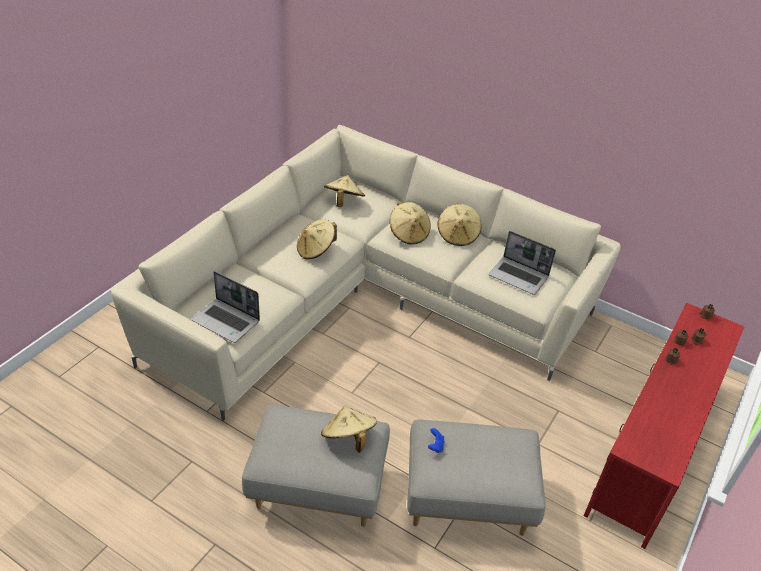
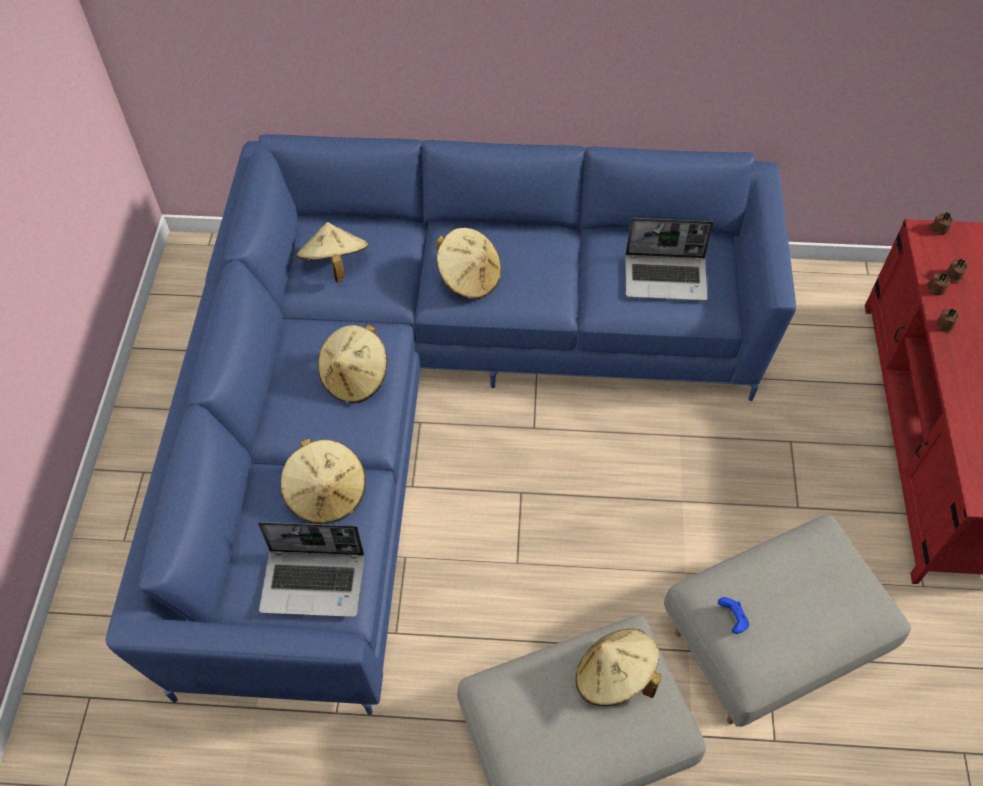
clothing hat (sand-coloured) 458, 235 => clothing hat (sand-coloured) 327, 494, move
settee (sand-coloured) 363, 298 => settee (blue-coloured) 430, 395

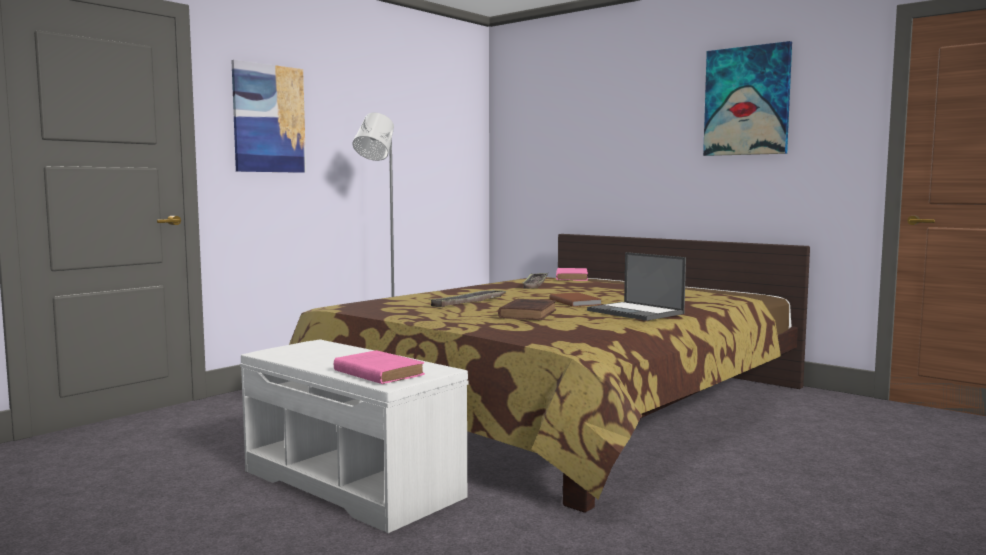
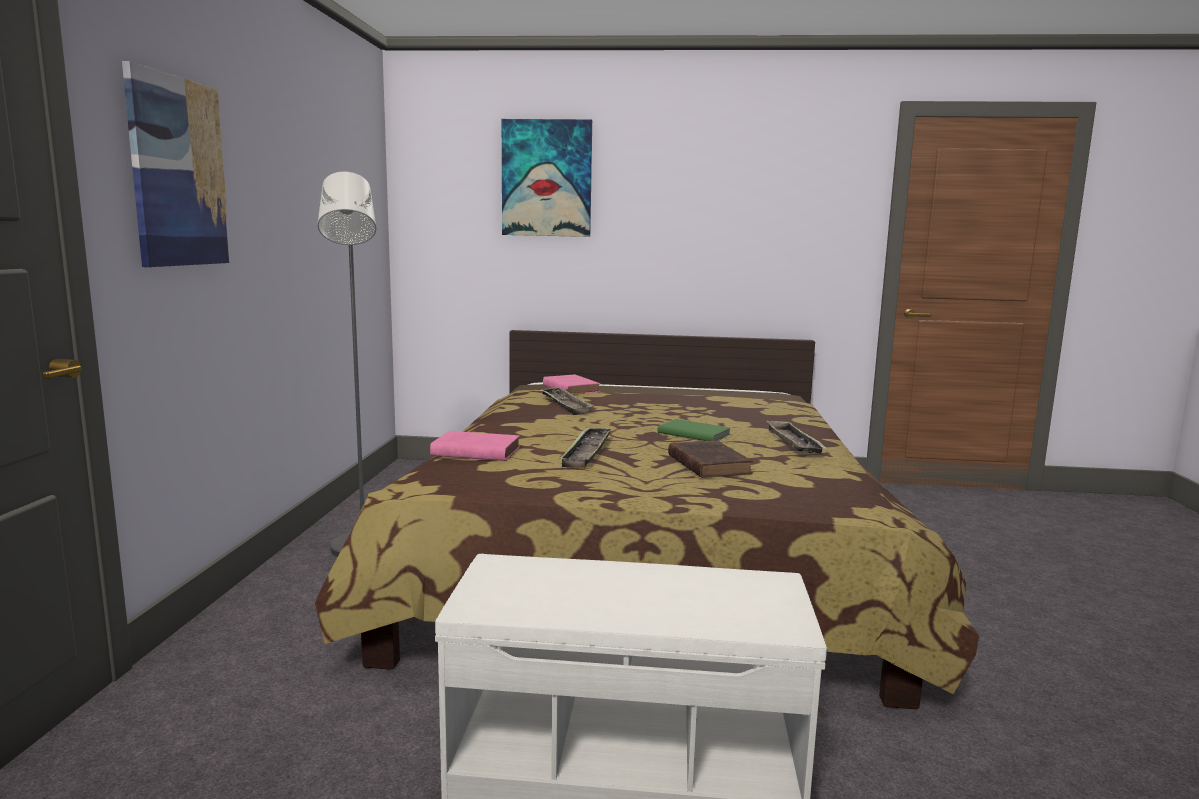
volume (pinkish) 377, 372 => volume (pinkish) 473, 451, move
wall picture 747, 101 => wall picture 547, 178, move
portable computer 636, 312 => serving tray 793, 442
volume (brownish) 576, 302 => volume (green) 694, 433

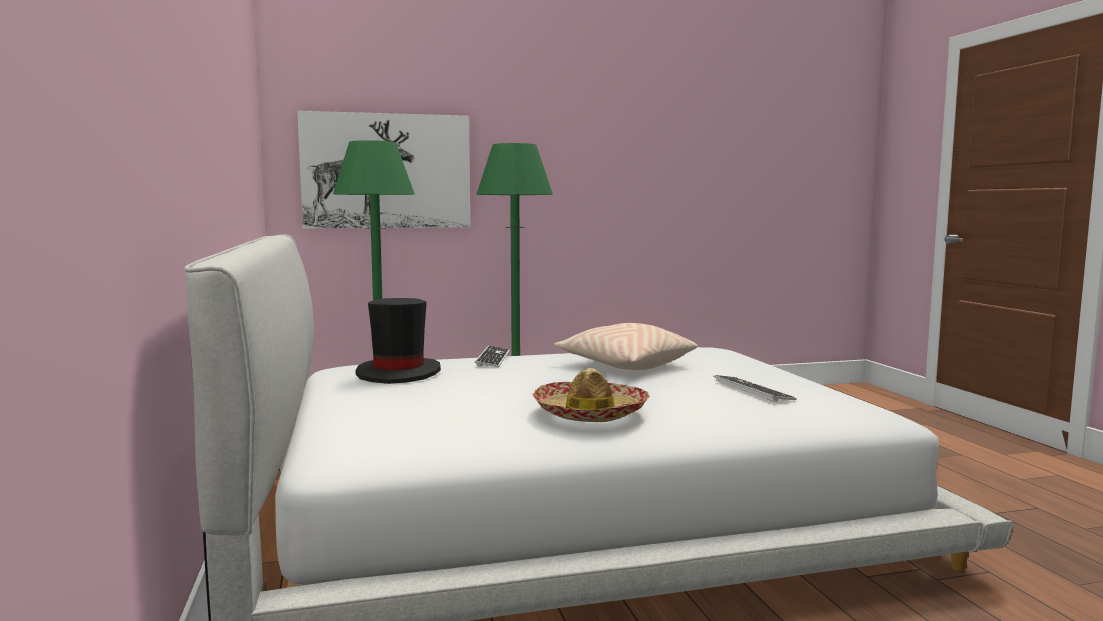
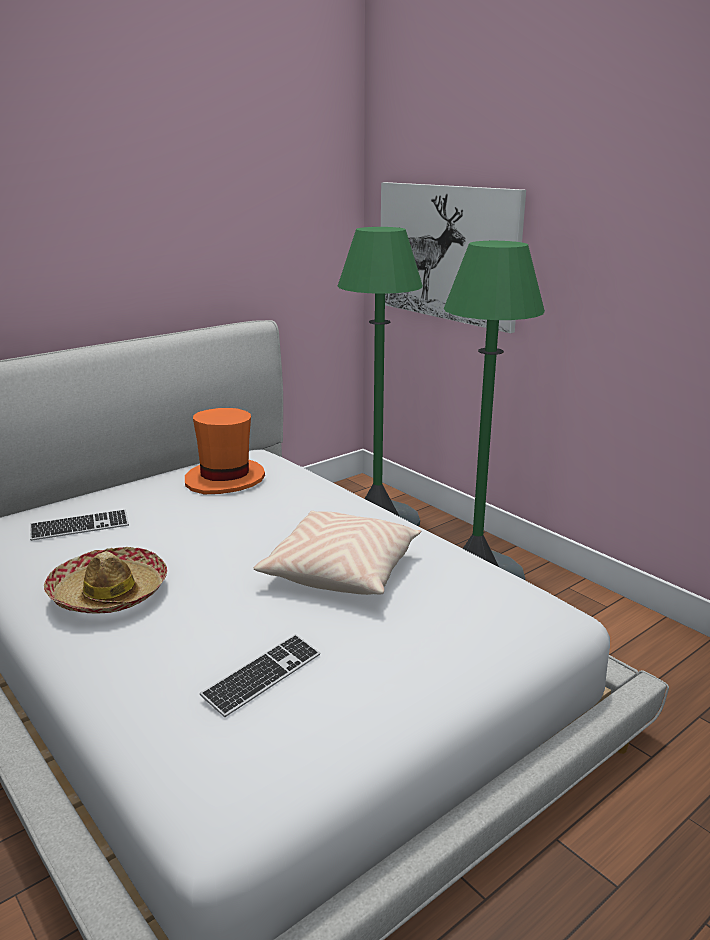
computer keyboard 493, 358 => computer keyboard 80, 527, move
clothing hat (black) 399, 373 => clothing hat (orangey) 225, 479

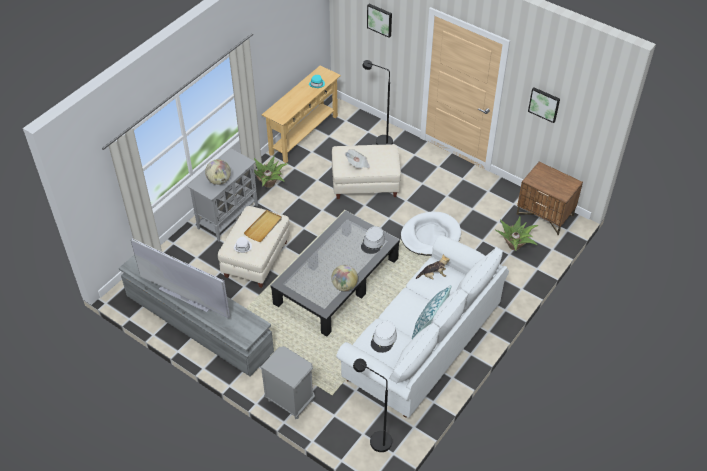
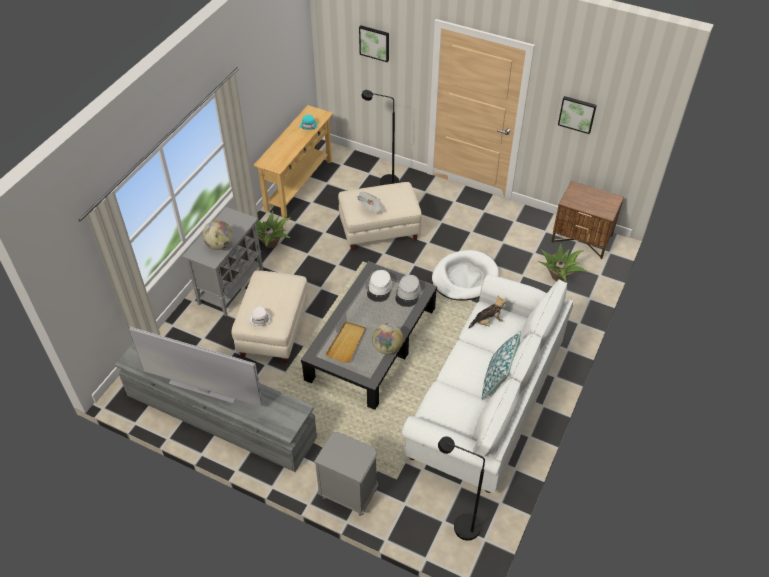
serving tray (sand-coloured) 263, 227 => serving tray (sand-coloured) 346, 343, move
clothing hat (whitish) 384, 339 => clothing hat (whitish) 379, 289, move

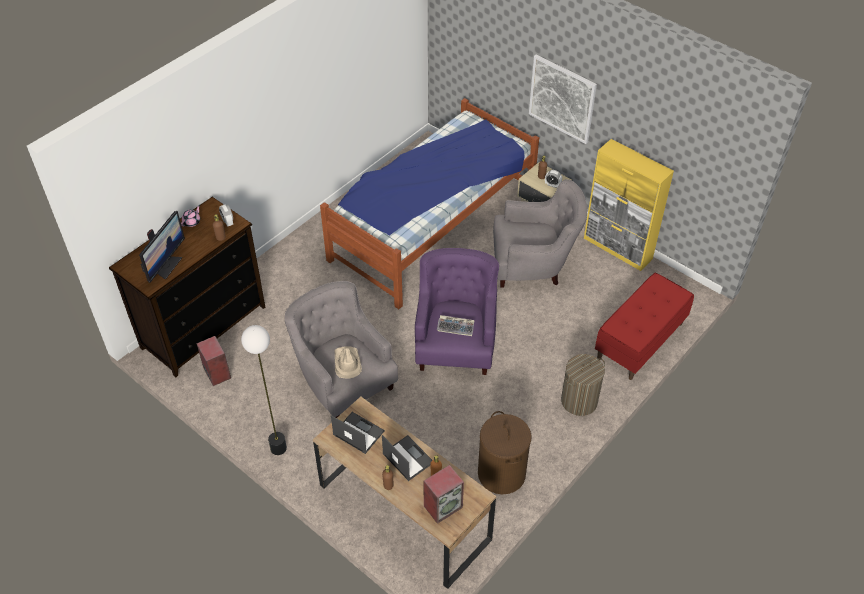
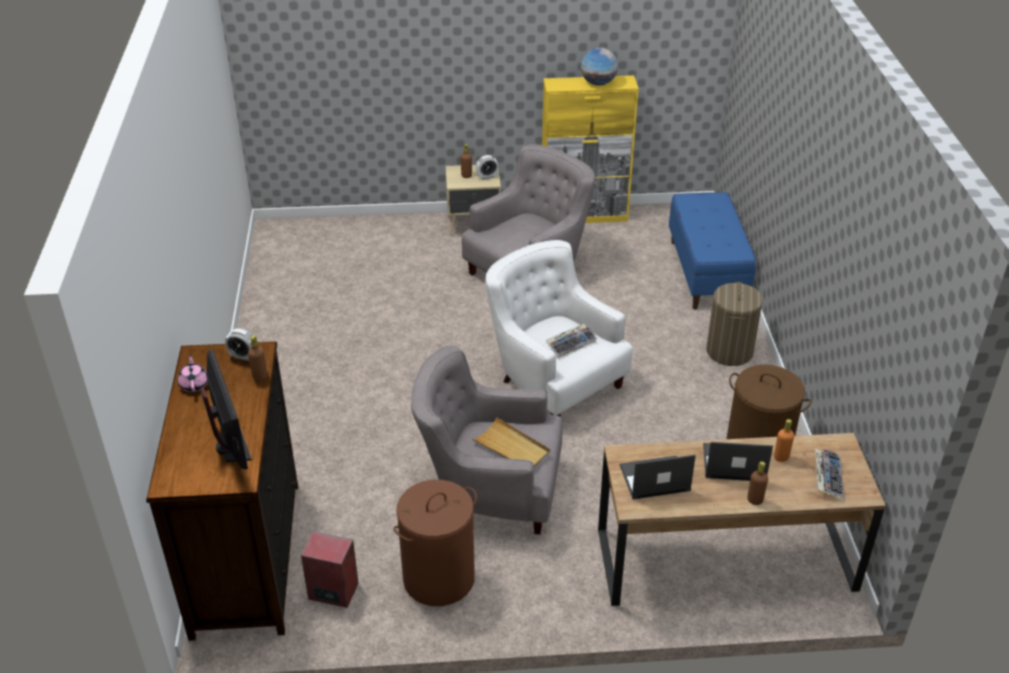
floor lamp 278, 448 => nothing
sleeping bed 432, 225 => nothing
wall picture 562, 98 => nothing
nothing => hamper (brownish) 439, 579
nothing => globe 598, 83
clothing hat (sand-coloured) 347, 363 => serving tray (sand-coloured) 512, 448
audio speaker 443, 506 => computer keyboard 827, 477
armchair (purplish) 456, 342 => armchair (whitish) 553, 379
long seat (red-coloured) 640, 341 => long seat (blue-coloured) 707, 273

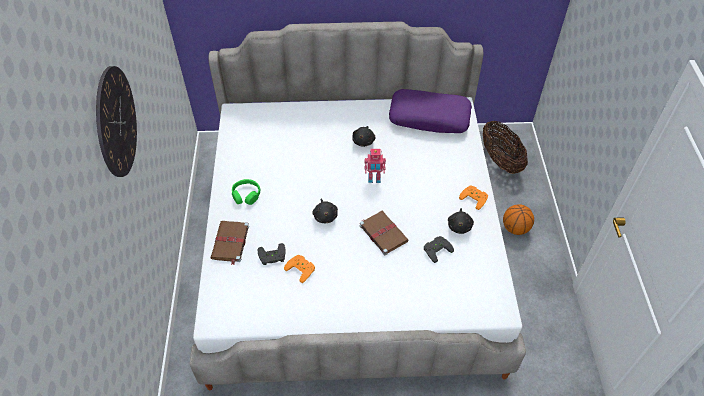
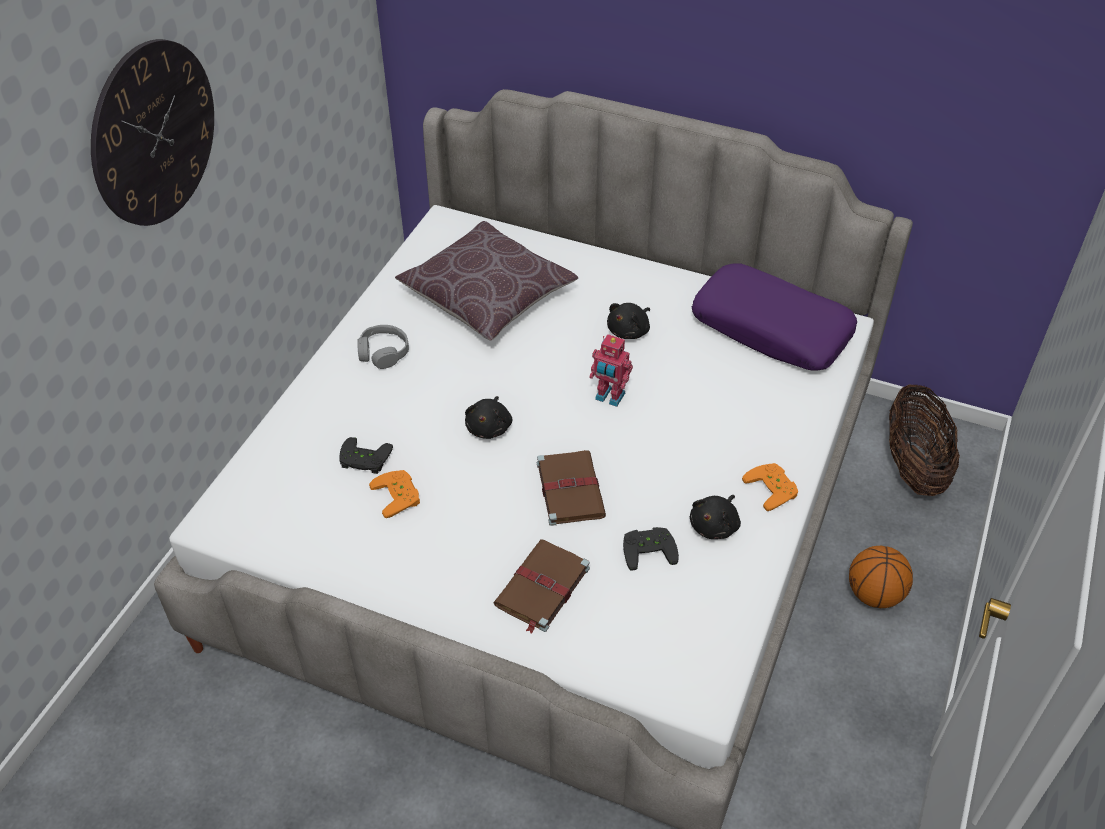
nothing => cushion (brownish) 487, 296
volume (brownish) 230, 243 => volume (brownish) 541, 588, move
pair of headphones (green) 246, 195 => pair of headphones (gray) 383, 352

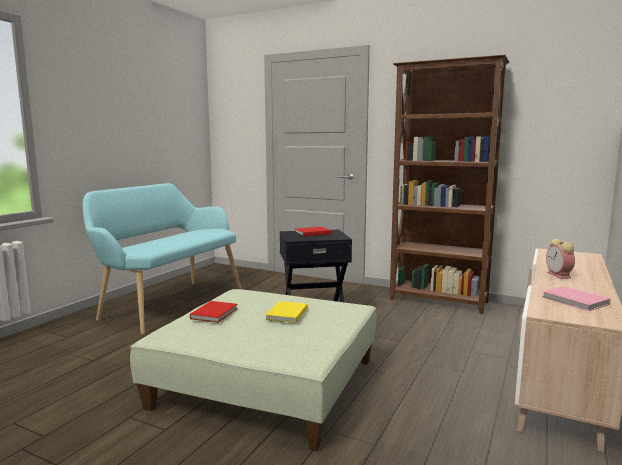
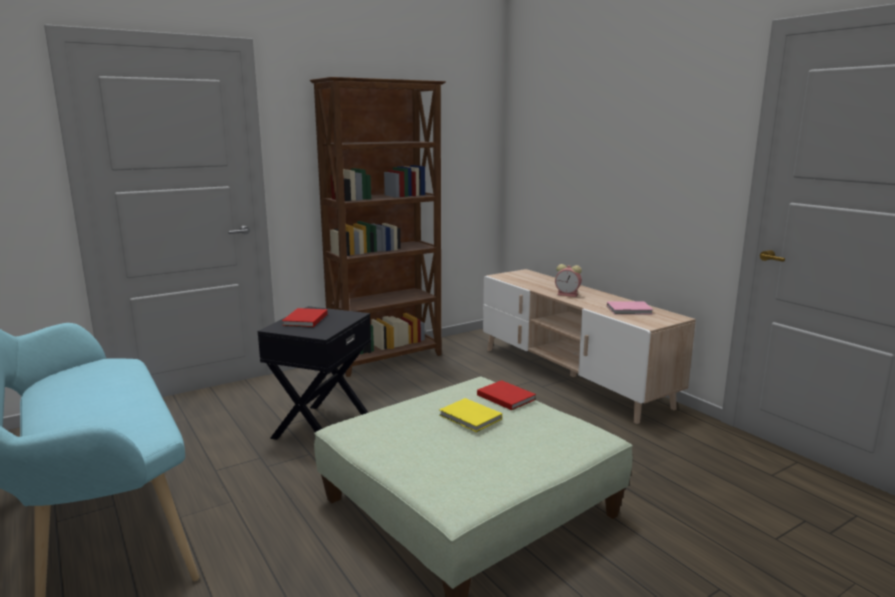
volume (red-coloured) 215, 313 => volume (red-coloured) 505, 396, move

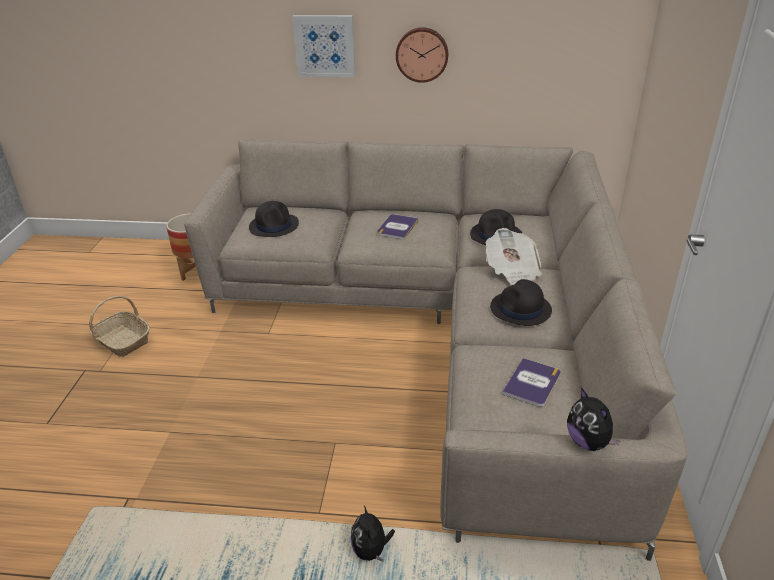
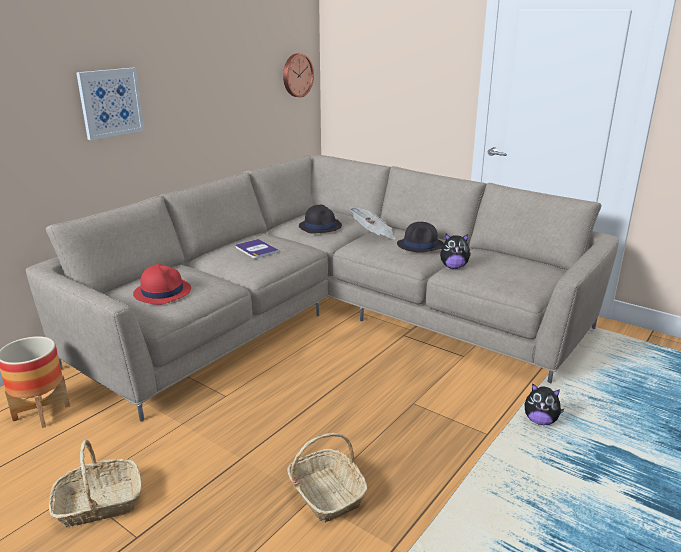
volume 532, 383 => nothing
nothing => storage basket 325, 493
wall clock 422, 54 => wall clock 296, 75, move
plush toy 588, 442 => plush toy 453, 267, move
clothing hat (black) 274, 225 => clothing hat (red-coloured) 162, 292

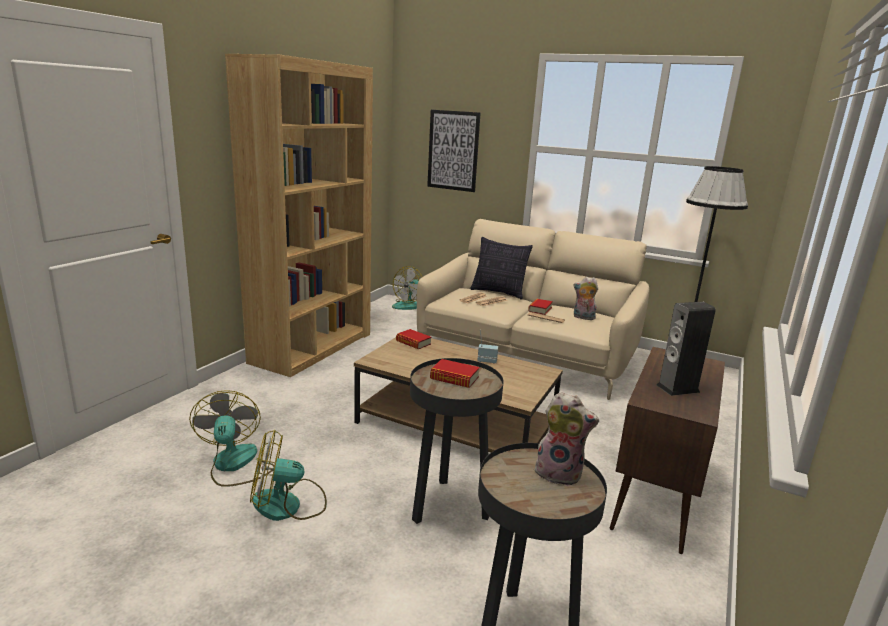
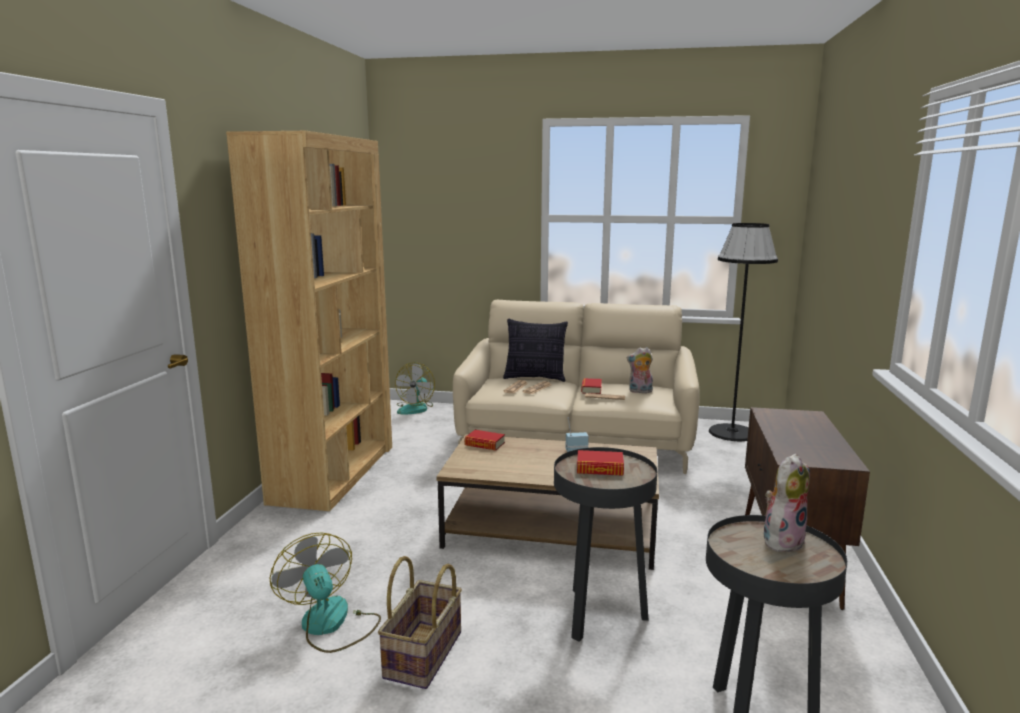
wall picture 453, 150 => nothing
audio speaker 677, 388 => nothing
fan 288, 505 => storage basket 424, 655
plush toy 560, 473 => plush toy 782, 540, 45 degrees counterclockwise

